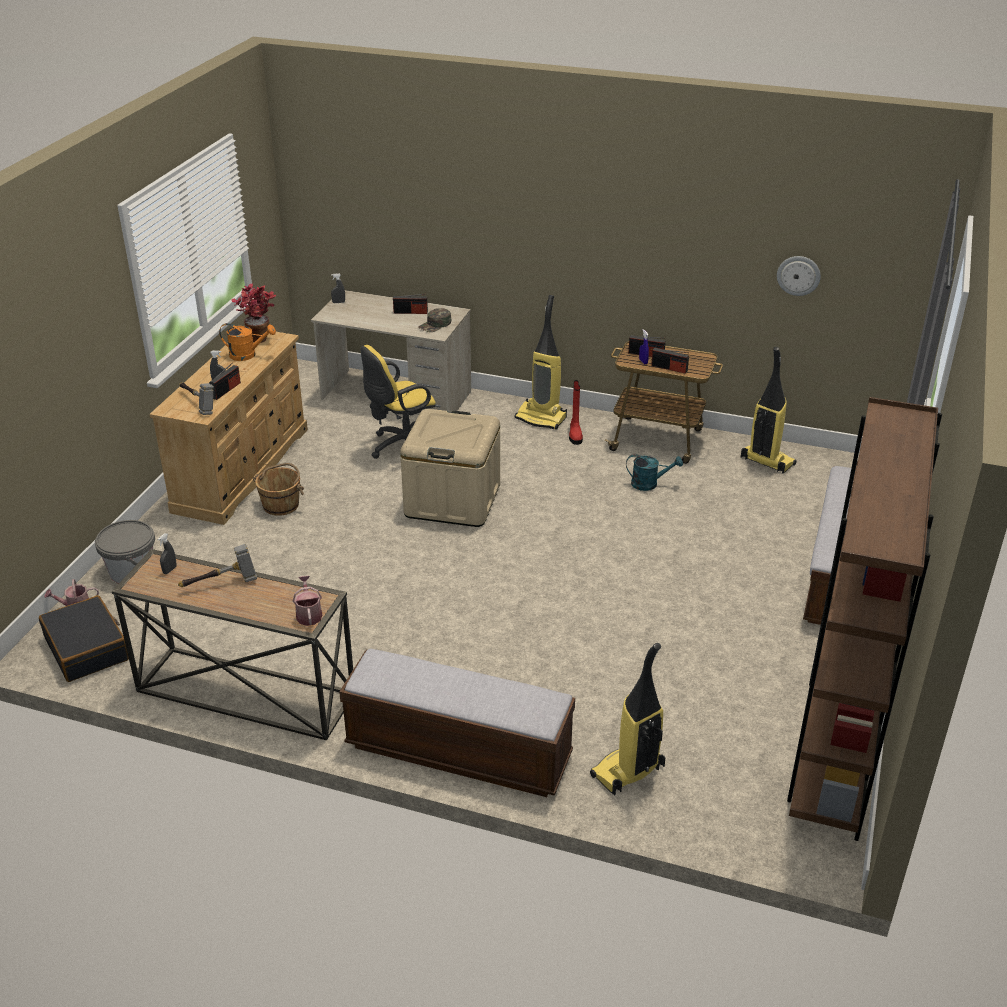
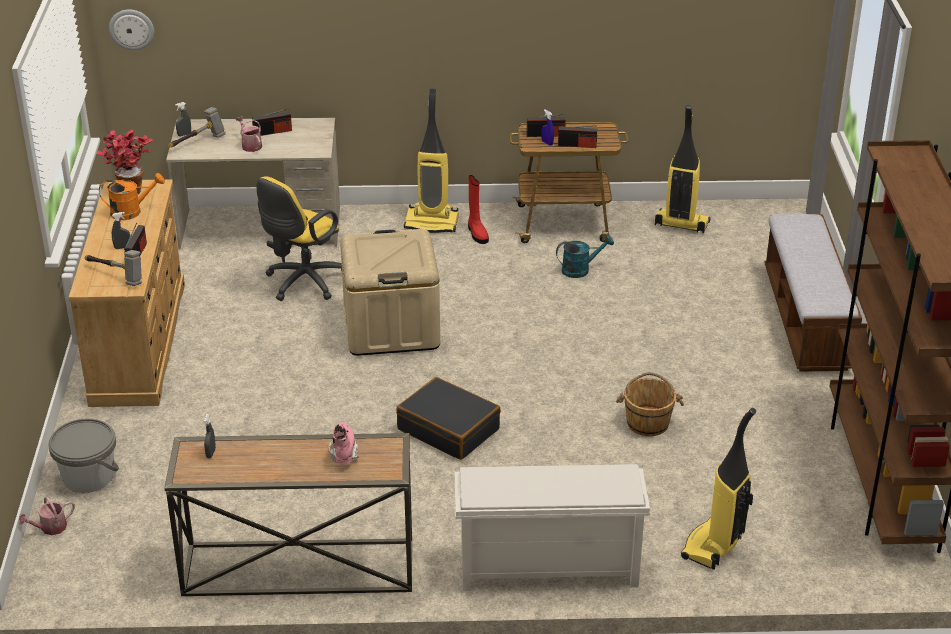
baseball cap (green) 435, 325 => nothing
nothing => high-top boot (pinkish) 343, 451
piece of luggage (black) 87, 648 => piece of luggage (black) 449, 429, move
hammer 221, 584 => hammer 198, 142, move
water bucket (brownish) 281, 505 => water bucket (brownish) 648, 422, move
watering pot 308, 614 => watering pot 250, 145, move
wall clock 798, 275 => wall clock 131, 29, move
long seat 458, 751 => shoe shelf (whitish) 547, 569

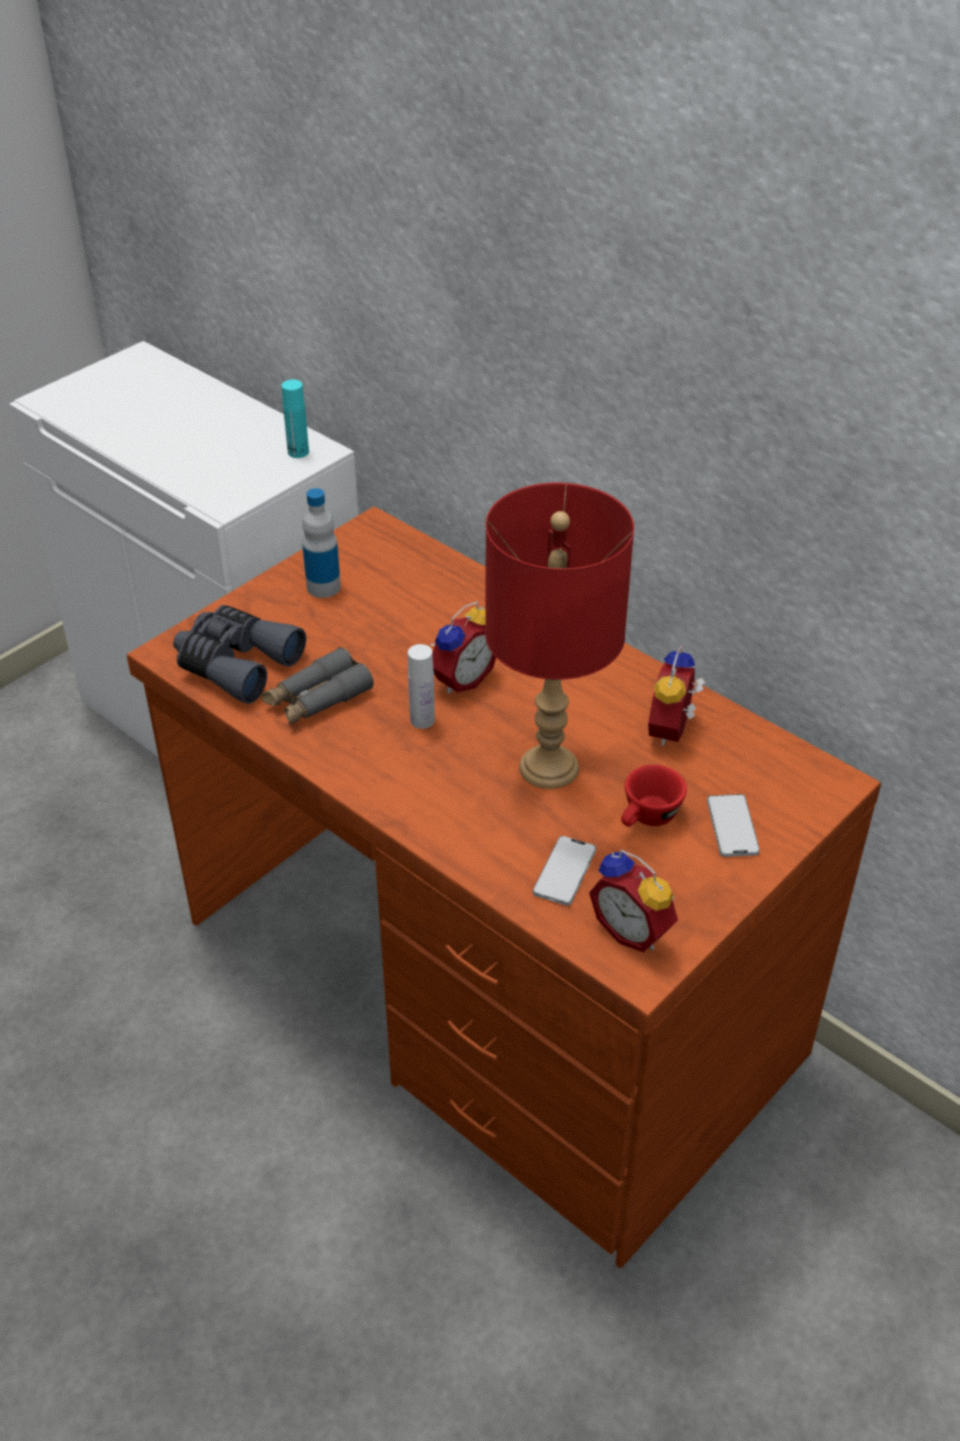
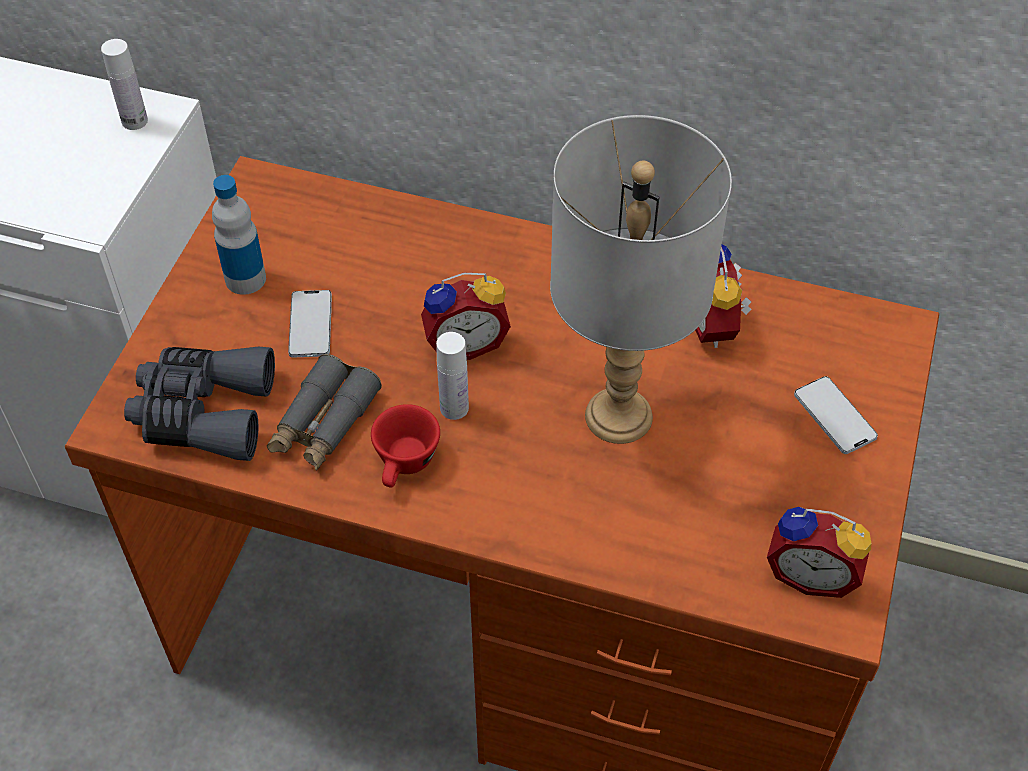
phone 564, 872 => phone 310, 325, move
small cup (red-coloured) 647, 818 => small cup (red-coloured) 405, 465, move
bottle (blue-green) 298, 452 => bottle (whitish) 134, 121
tabletop lamp (red-coloured) 550, 767 => tabletop lamp (gray) 619, 415
bedside clock 461, 679 => bedside clock 465, 342, 60 degrees clockwise

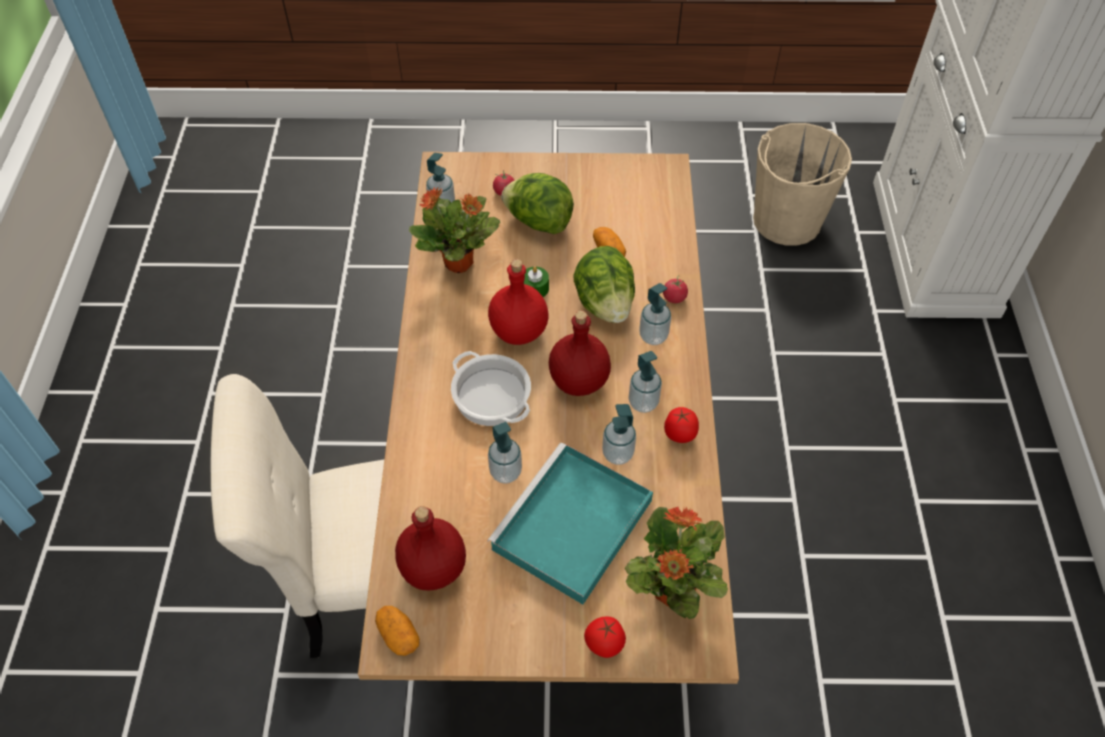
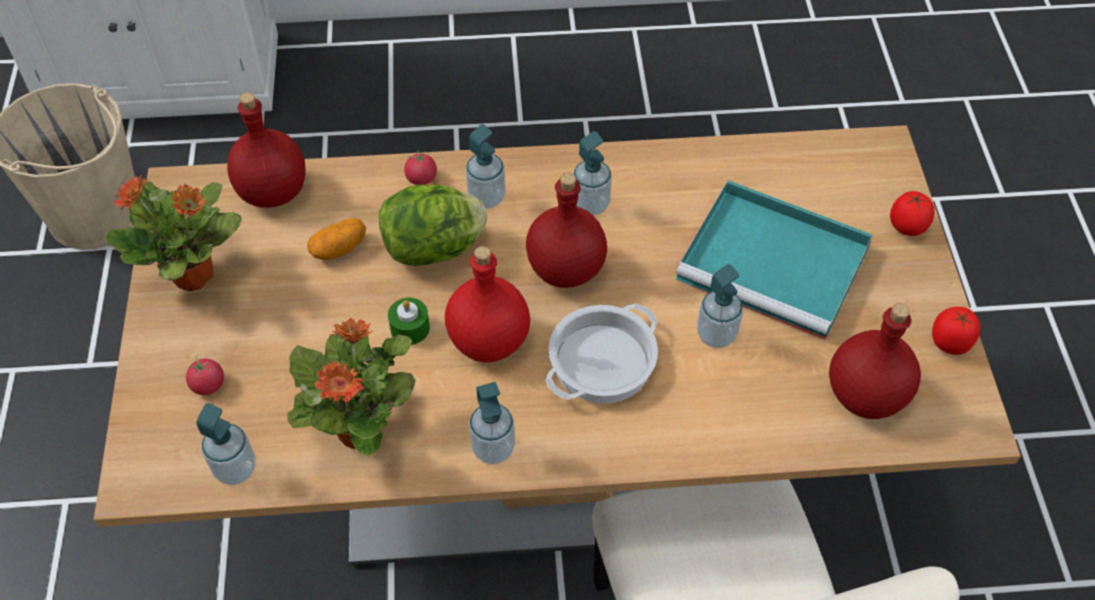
spud 398, 635 => nothing
head of lettuce 538, 222 => nothing
nothing => bottle (red-coloured) 273, 191
liquid soap bottle 617, 454 => liquid soap bottle 493, 448, move
potted plant 670, 592 => potted plant 194, 275, move
fresh tomato 679, 435 => fresh tomato 950, 343, move

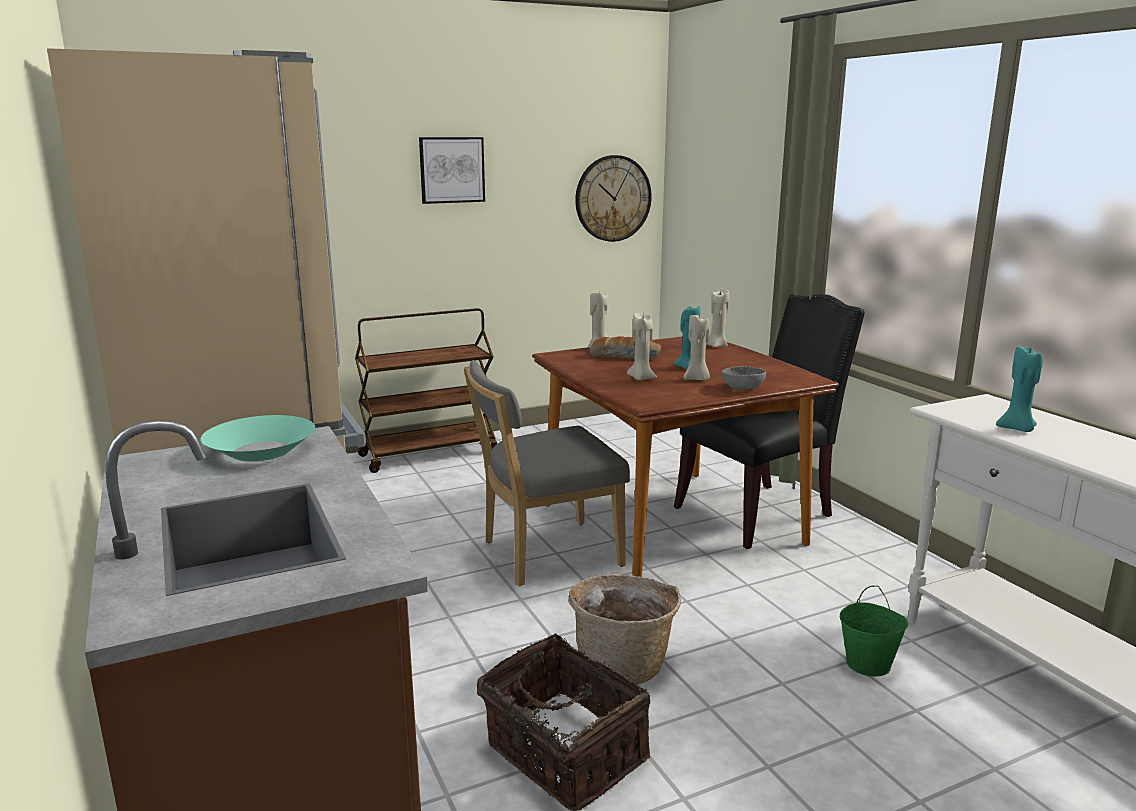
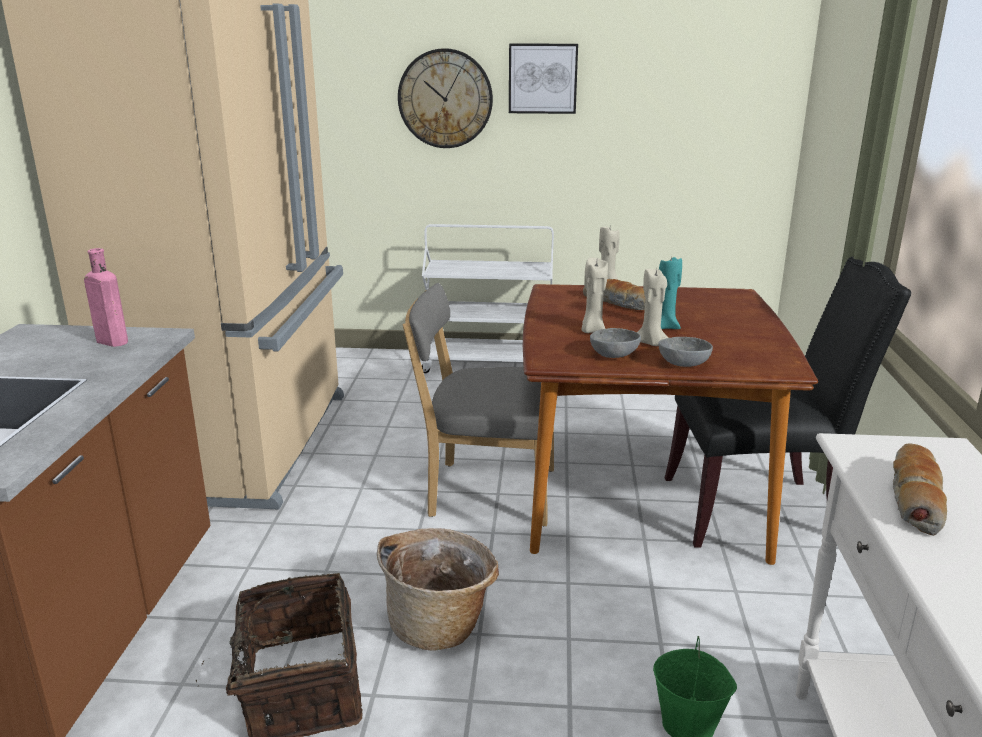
candle (sand-coloured) 716, 346 => nothing
nothing => bowl (gray) 613, 355
wall clock 613, 198 => wall clock 445, 99, move
bowl (blue-green) 261, 451 => bottle (pinkish) 110, 341
candle (blue-green) 1017, 429 => baked bread 913, 498
wheeled cart (brownish) 429, 453 => wheeled cart (whitish) 488, 365

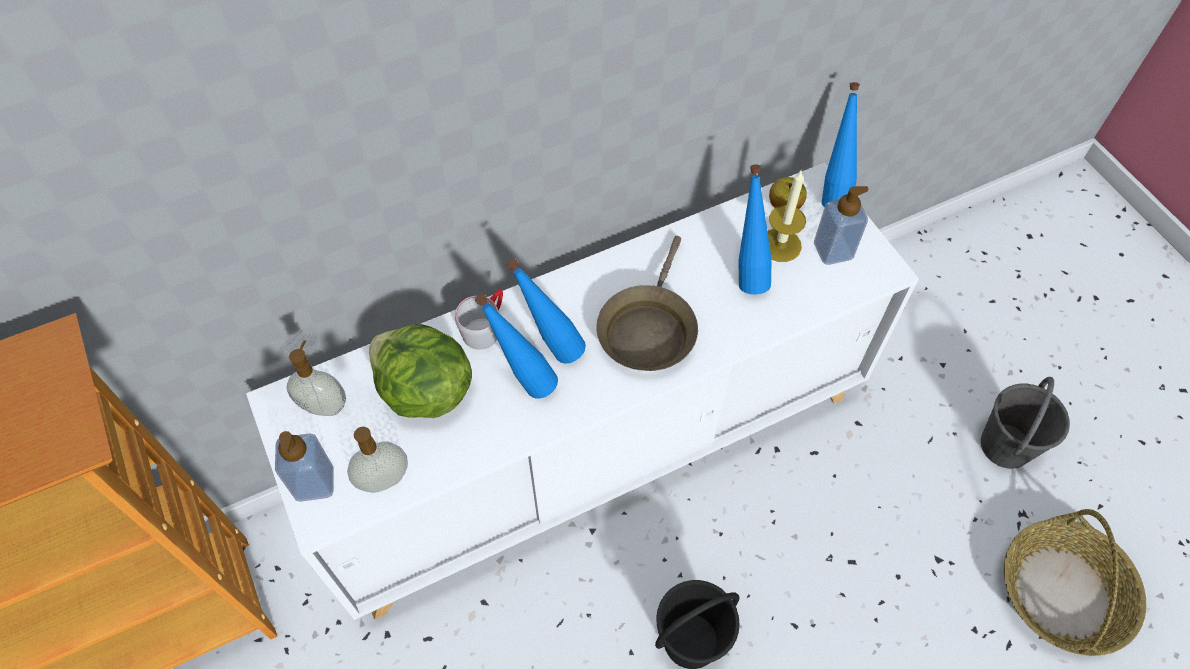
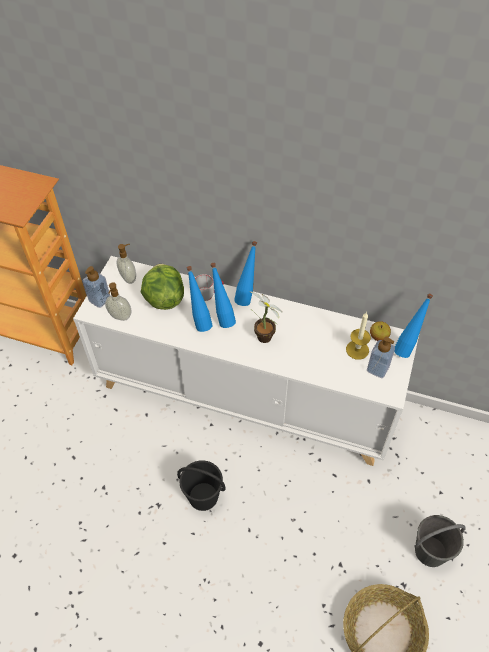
bottle (blue-coloured) 747, 273 => bottle (blue-coloured) 247, 296, move
skillet (brownish) 648, 329 => potted plant 265, 339

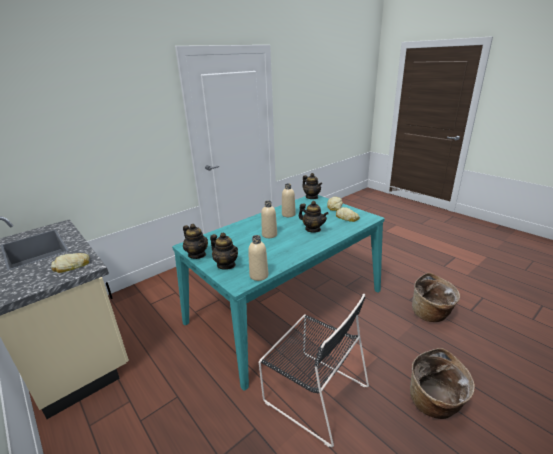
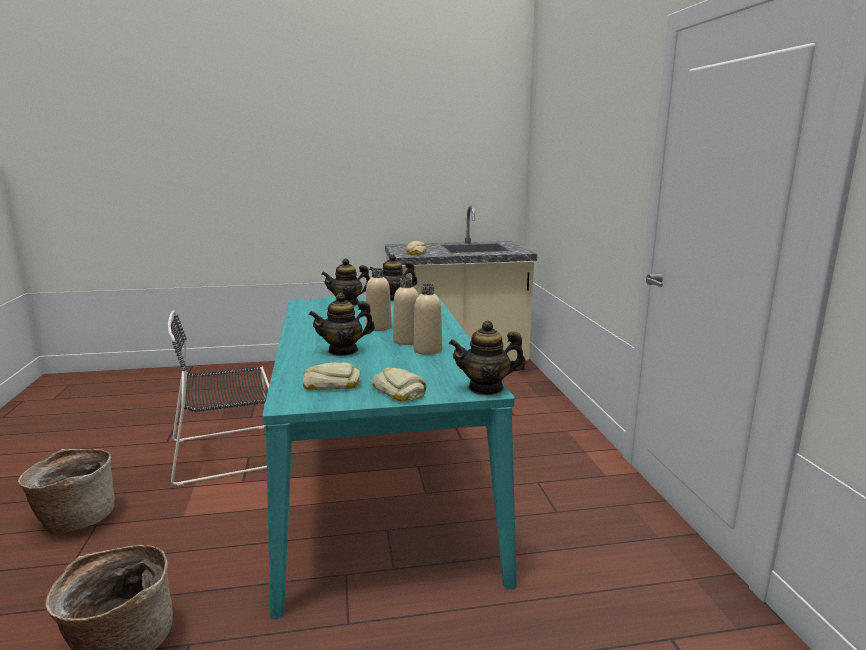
bottle (sand-coloured) 259, 275 => bottle (sand-coloured) 407, 341, move

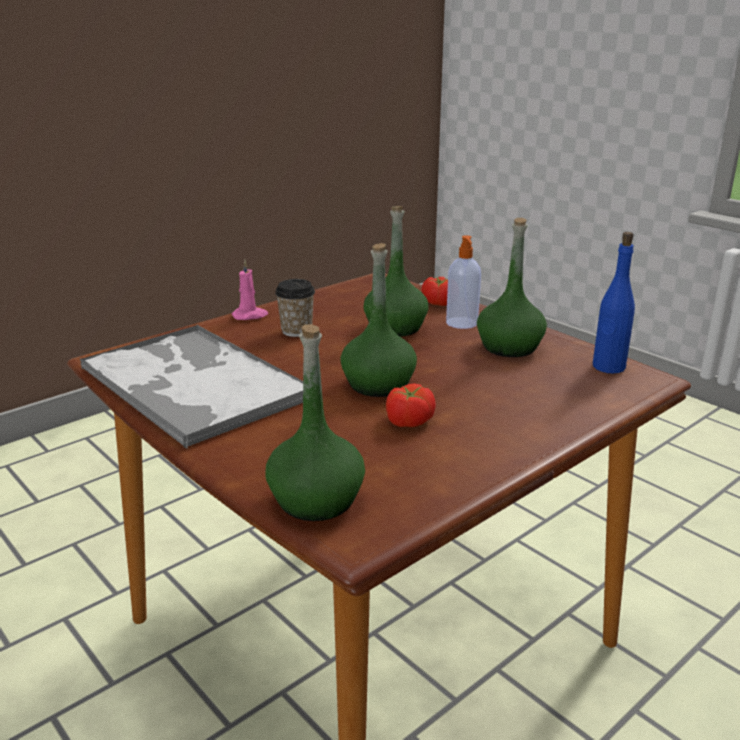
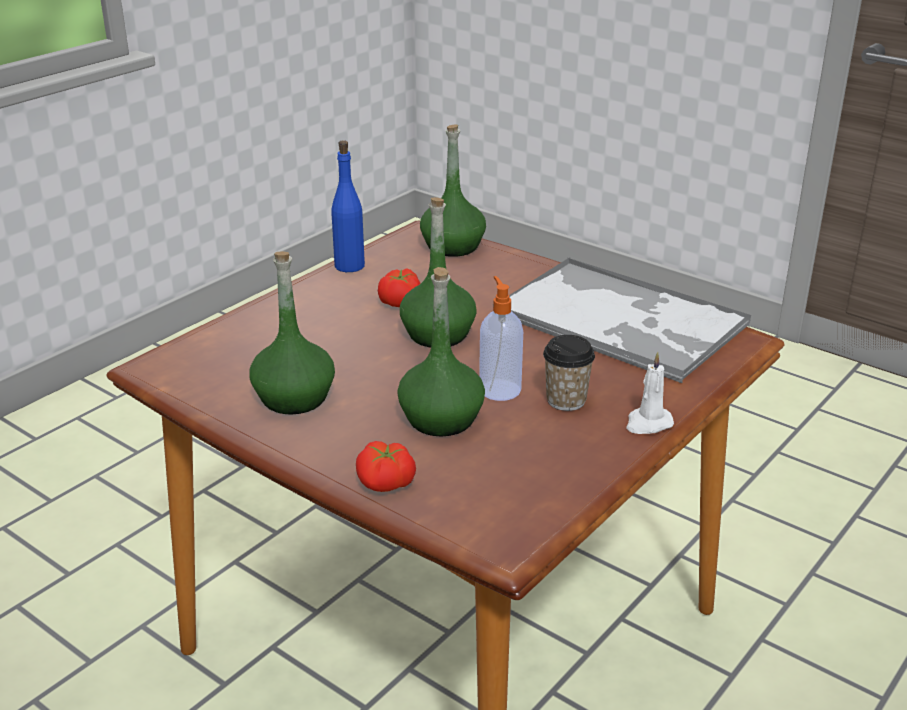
liquid soap bottle 462, 323 => liquid soap bottle 499, 389, move
bottle (blue-coloured) 608, 367 => bottle (blue-coloured) 350, 266, move
candle (pinkish) 250, 316 => candle (whitish) 648, 423

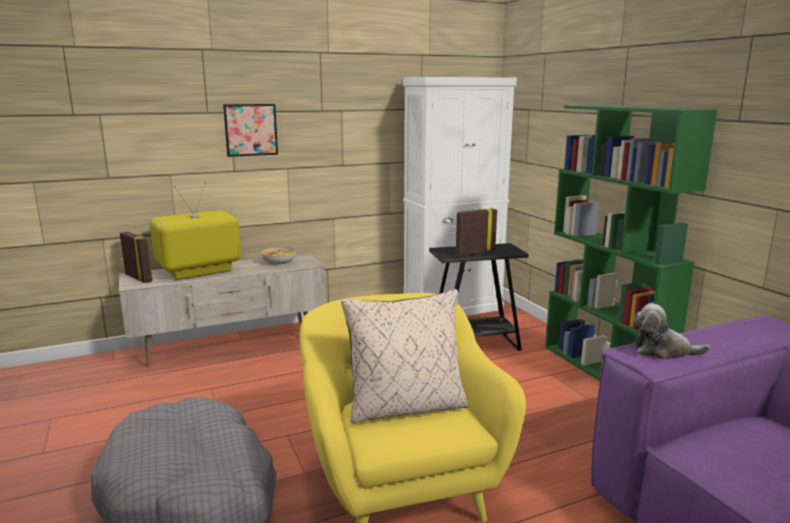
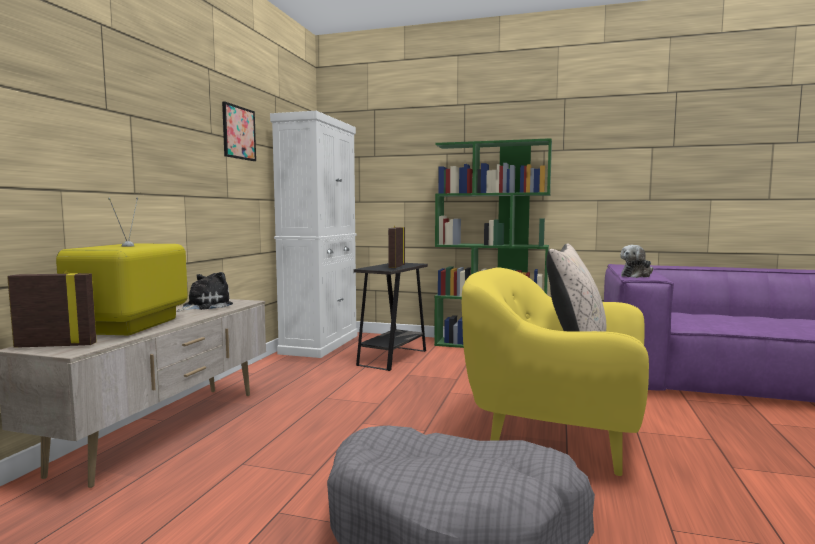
wall picture 251, 130 => wall picture 239, 133, move
bowl 278, 261 => plush toy 204, 306

